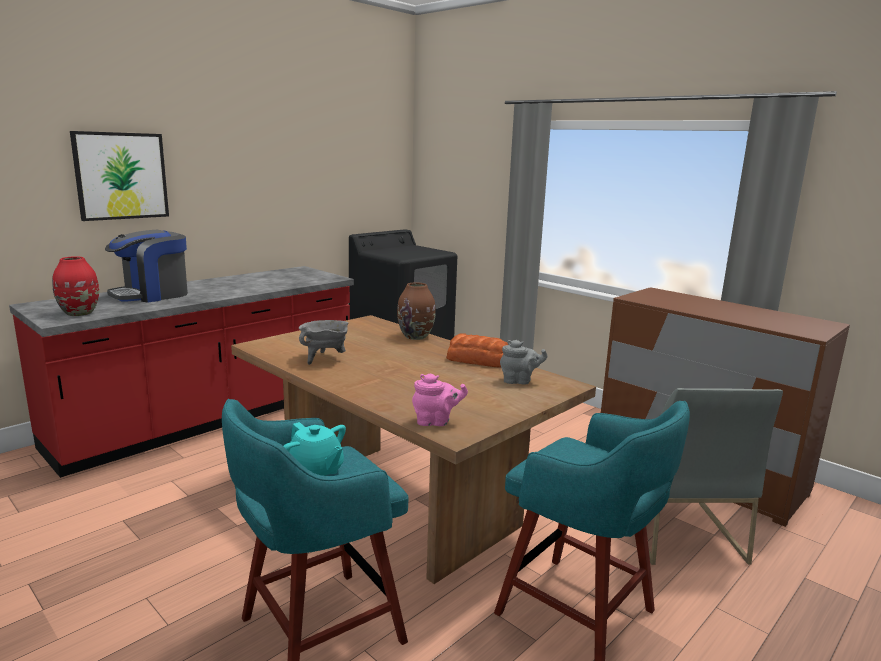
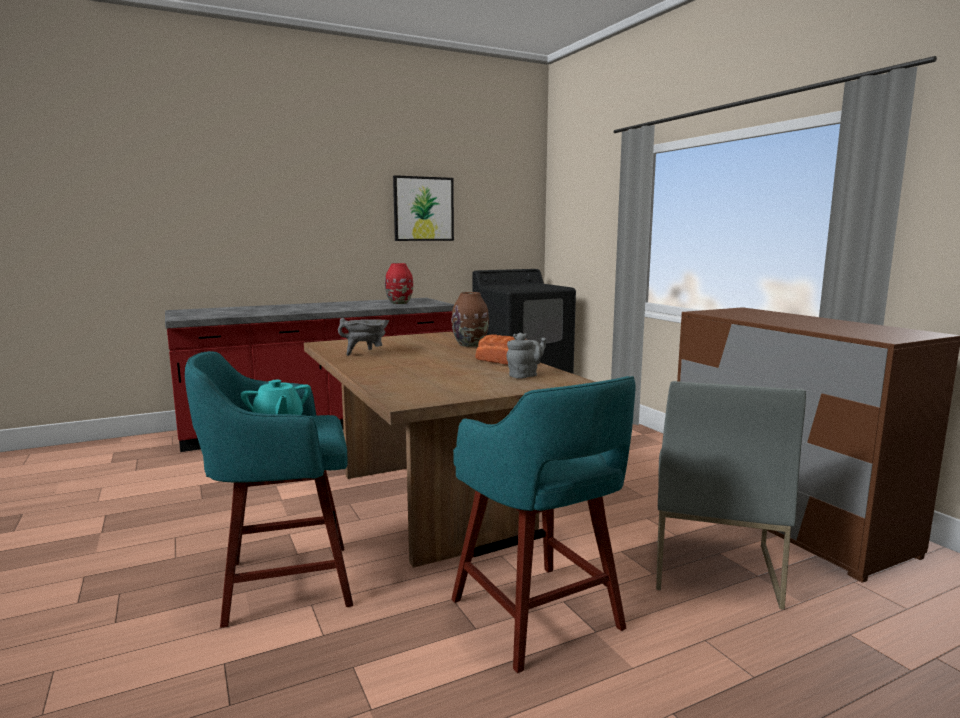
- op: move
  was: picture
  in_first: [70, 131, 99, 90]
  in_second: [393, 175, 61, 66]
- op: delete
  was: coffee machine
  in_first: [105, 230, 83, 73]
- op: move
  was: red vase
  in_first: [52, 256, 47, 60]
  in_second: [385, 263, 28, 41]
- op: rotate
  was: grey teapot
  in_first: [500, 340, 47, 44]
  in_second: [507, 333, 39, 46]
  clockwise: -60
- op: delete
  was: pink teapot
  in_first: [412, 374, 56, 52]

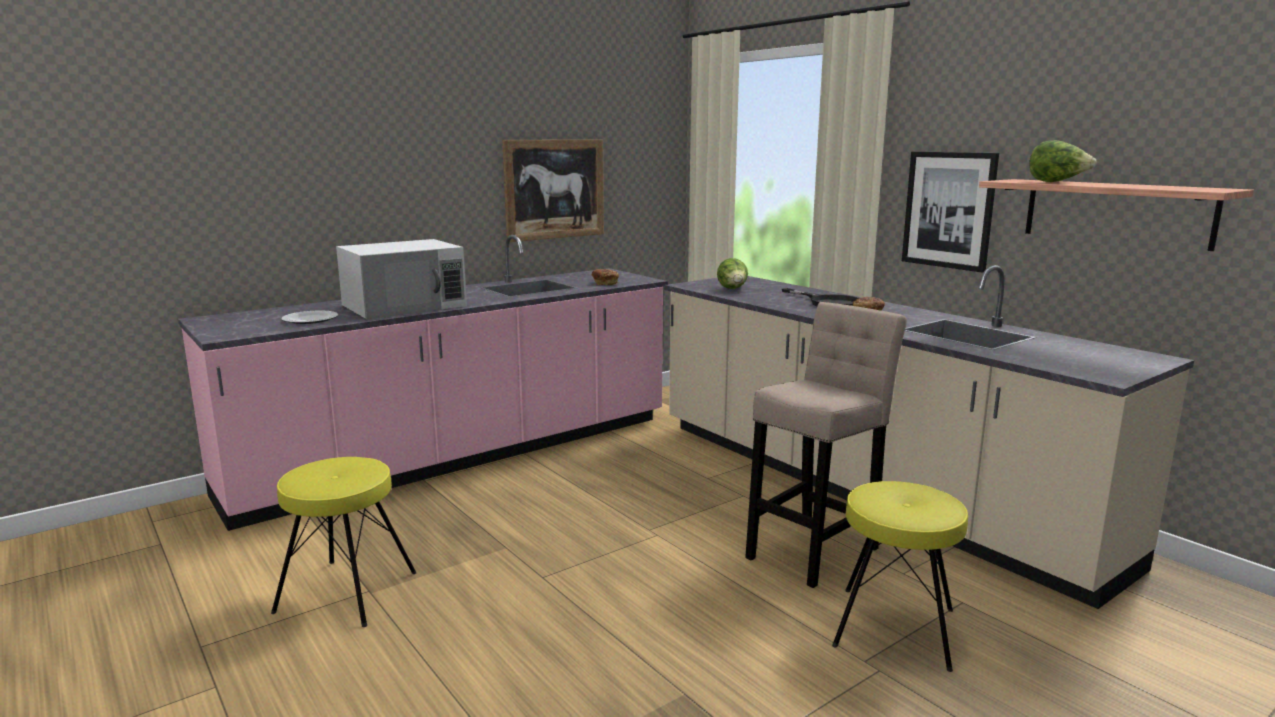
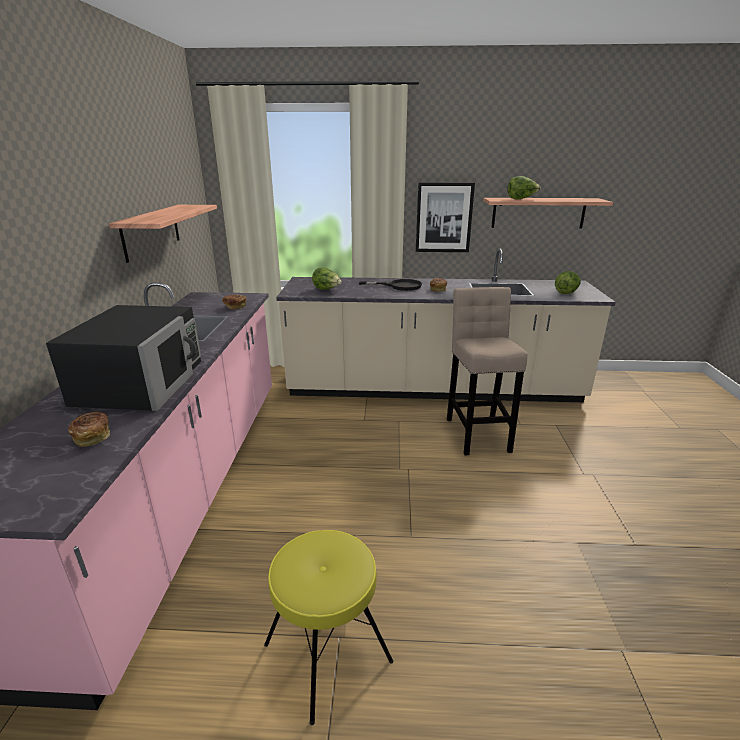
- op: replace
  was: picture
  now: shelf
  in_first: [502, 139, 102, 103]
  in_second: [109, 205, 108, 58]
- op: recolor
  was: white microwave
  now: black microwave
  in_first: [336, 239, 131, 81]
  in_second: [46, 305, 155, 106]
- op: replace
  was: plate
  now: bread
  in_first: [281, 311, 57, 13]
  in_second: [68, 412, 42, 35]
- op: delete
  was: yellow stool
  in_first: [832, 481, 136, 191]
- op: insert
  now: lettuce
  in_second: [555, 271, 26, 23]

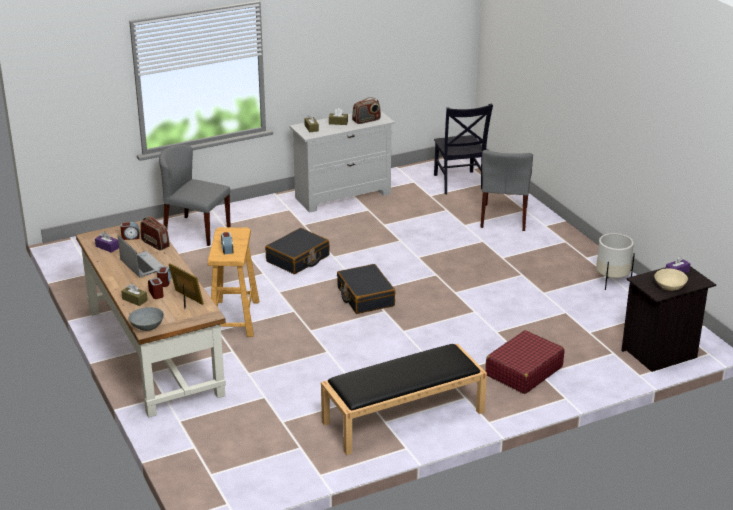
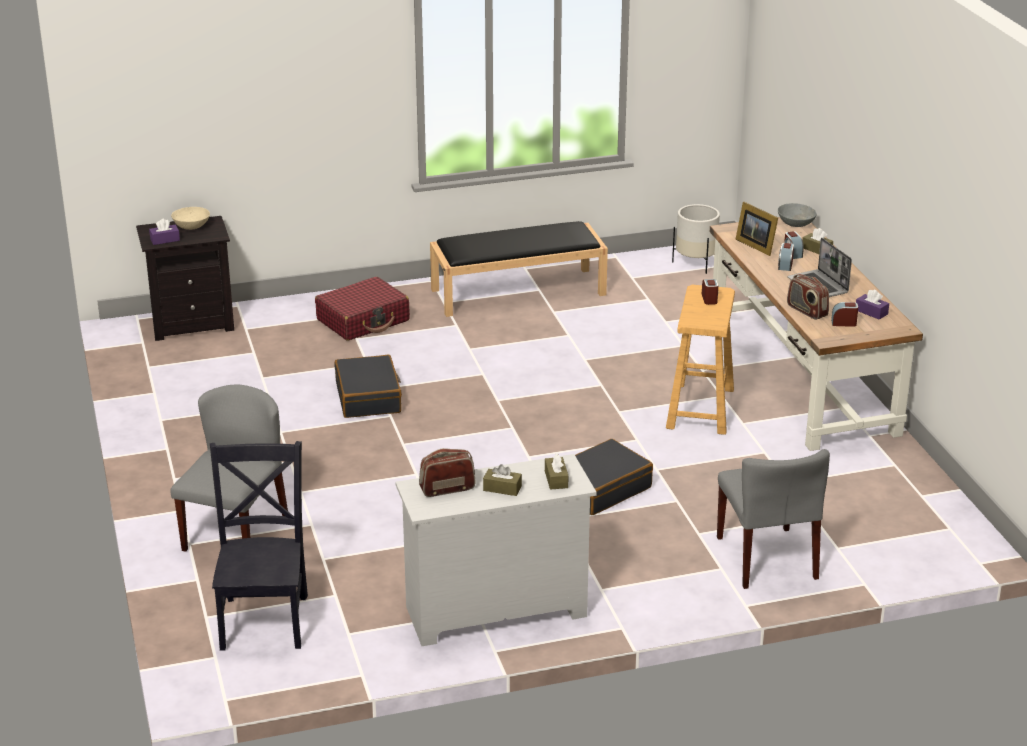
- op: rotate
  was: grey chair
  in_first: [159, 145, 71, 101]
  in_second: [717, 449, 113, 140]
  clockwise: 45
- op: move
  was: white planter
  in_first: [596, 233, 39, 57]
  in_second: [672, 204, 48, 70]
- op: move
  was: black suitcase
  in_first: [337, 264, 59, 50]
  in_second: [334, 355, 68, 63]

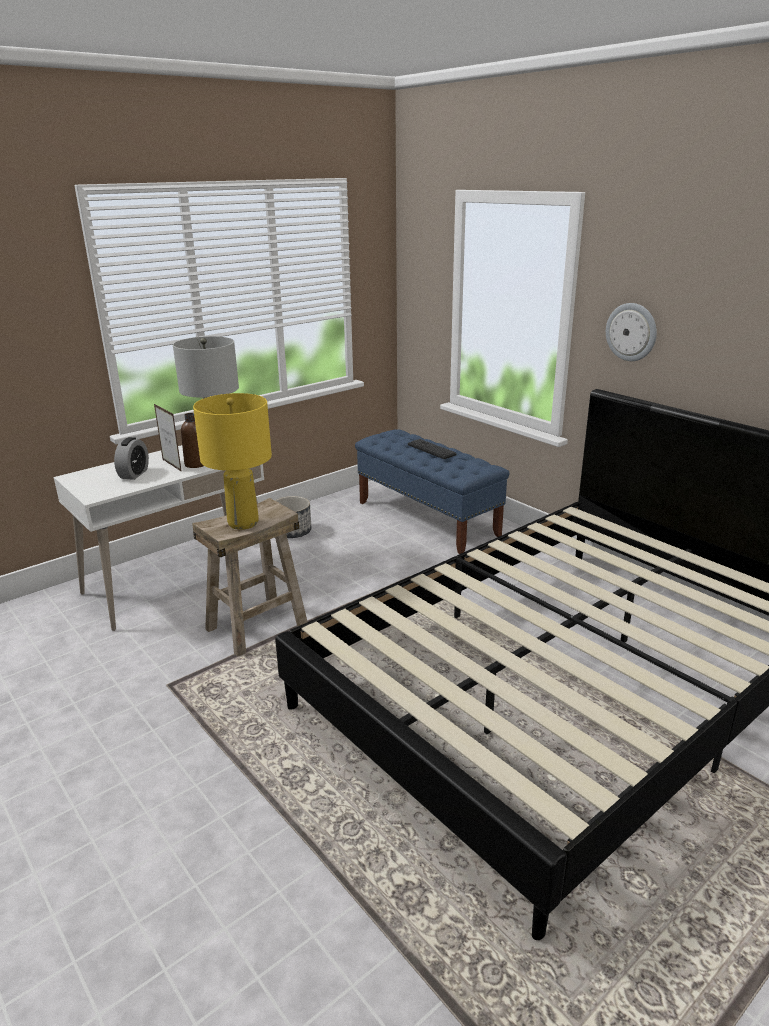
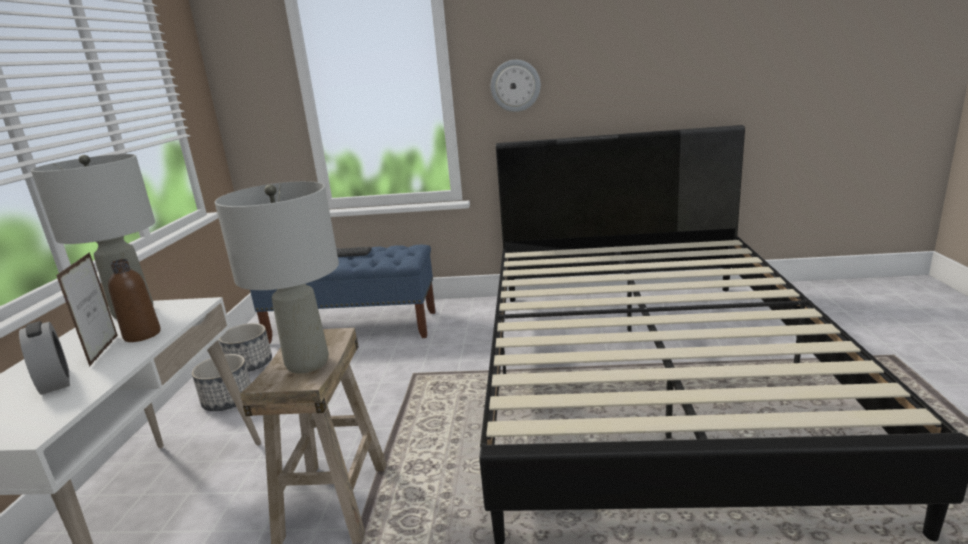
- op: recolor
  was: yellow table lamp
  now: grey table lamp
  in_first: [193, 393, 79, 137]
  in_second: [215, 181, 124, 192]
- op: rotate
  was: picture frame
  in_first: [154, 404, 28, 68]
  in_second: [56, 252, 62, 115]
  clockwise: -105
- op: insert
  now: planter
  in_second: [219, 323, 53, 49]

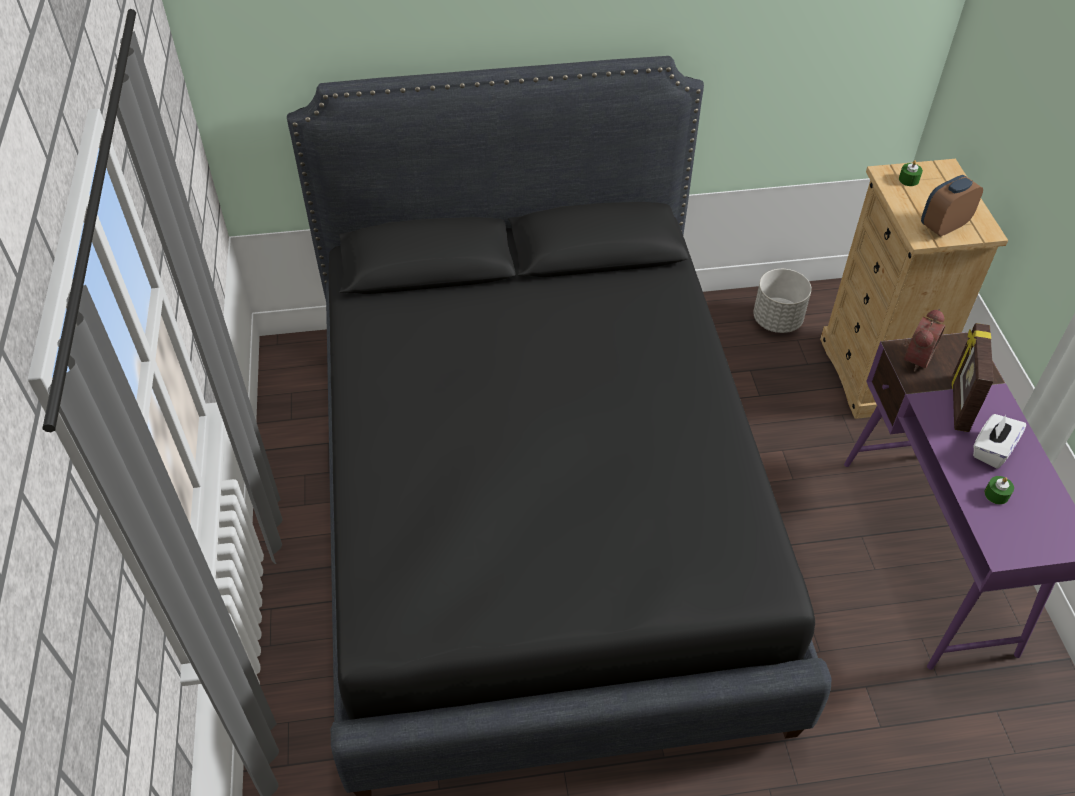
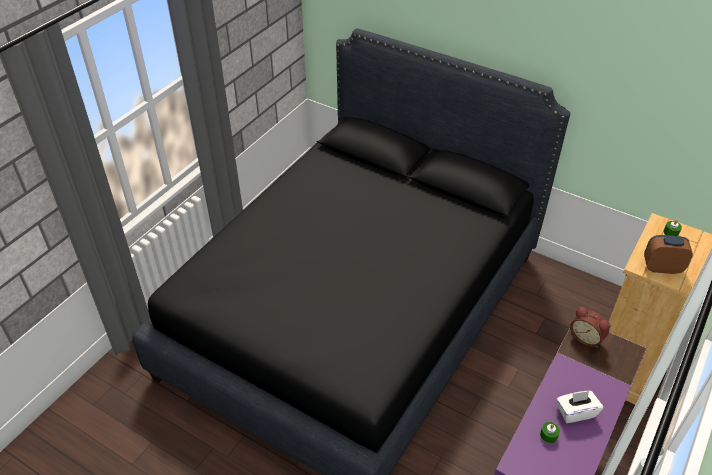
- op: delete
  was: grey planter
  in_first: [753, 269, 59, 64]
- op: rotate
  was: alarm clock
  in_first: [903, 309, 42, 63]
  in_second: [570, 307, 40, 41]
  clockwise: 60
- op: delete
  was: picture frame
  in_first: [952, 323, 42, 109]

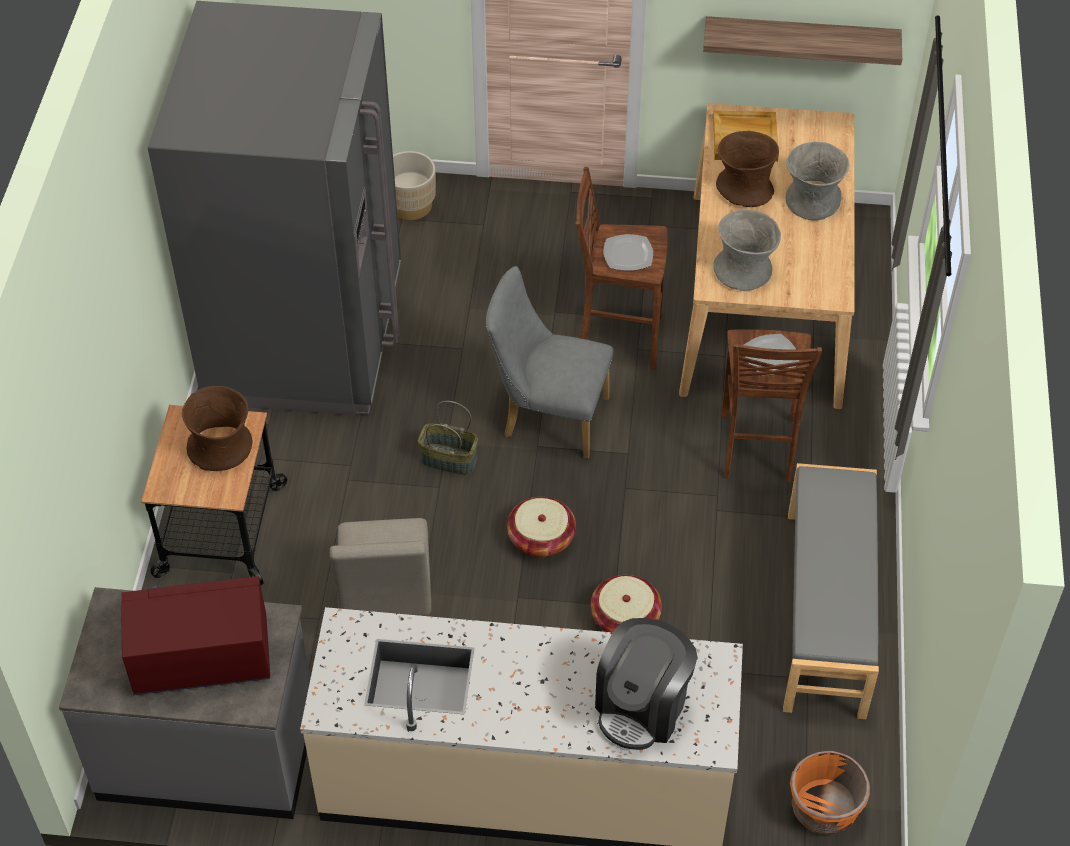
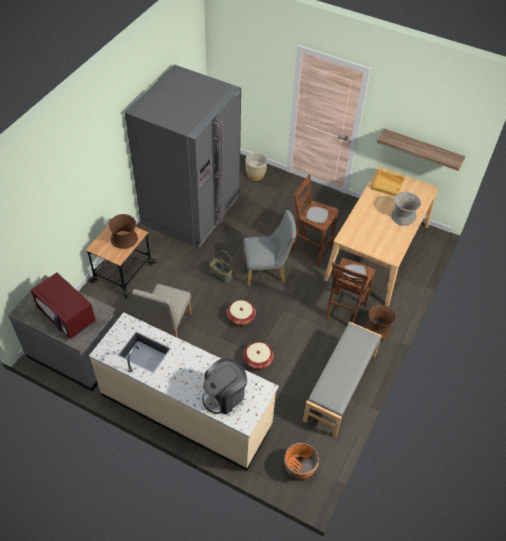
- op: move
  was: brown vase
  in_first: [716, 131, 63, 76]
  in_second: [366, 305, 30, 35]
- op: delete
  was: grey vase
  in_first: [713, 210, 68, 81]
- op: rotate
  was: grey chair
  in_first: [486, 266, 127, 192]
  in_second: [243, 210, 54, 76]
  clockwise: 135
- op: rotate
  was: red microwave
  in_first: [121, 576, 149, 119]
  in_second: [31, 272, 65, 67]
  clockwise: -150

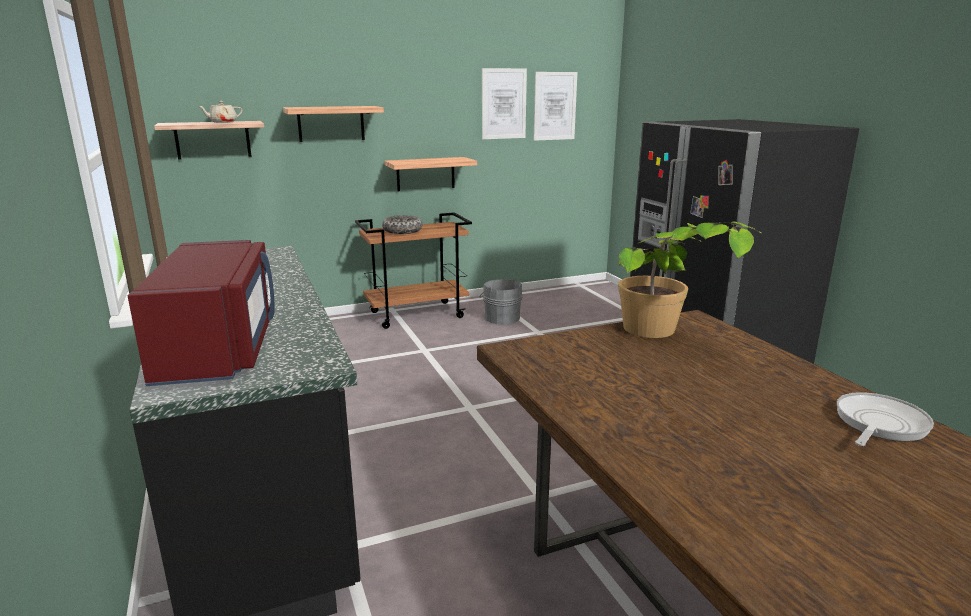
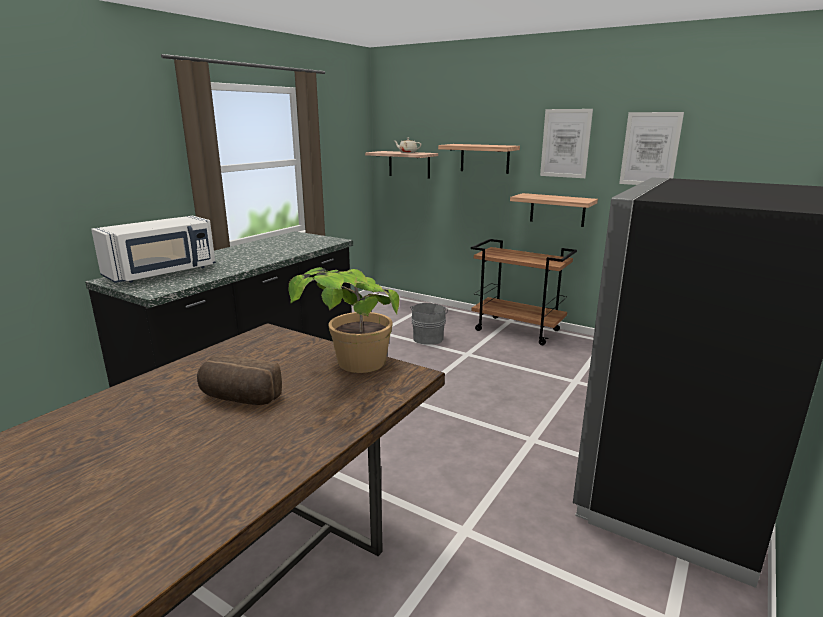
- op: move
  was: picture
  in_first: [534, 72, 43, 69]
  in_second: [540, 109, 53, 69]
- op: delete
  was: bowl
  in_first: [382, 215, 40, 19]
- op: recolor
  was: red microwave
  now: white microwave
  in_first: [128, 240, 147, 146]
  in_second: [91, 216, 125, 67]
- op: move
  was: grey bucket
  in_first: [480, 278, 43, 47]
  in_second: [410, 303, 38, 42]
- op: delete
  was: frying pan
  in_first: [837, 392, 97, 54]
- op: insert
  now: bread
  in_second: [197, 354, 85, 51]

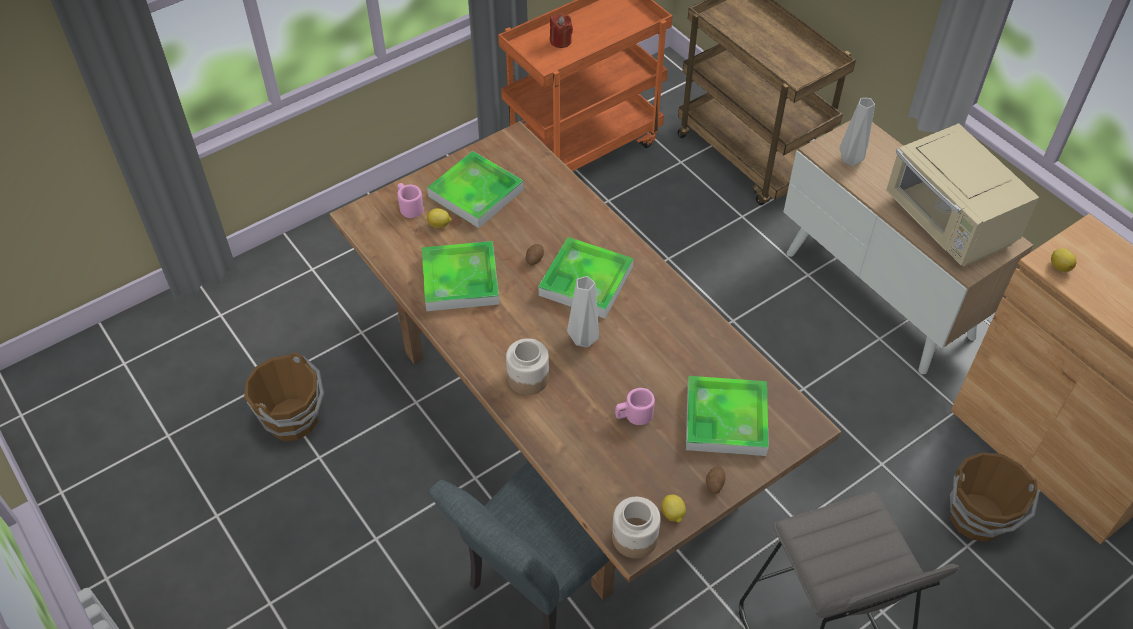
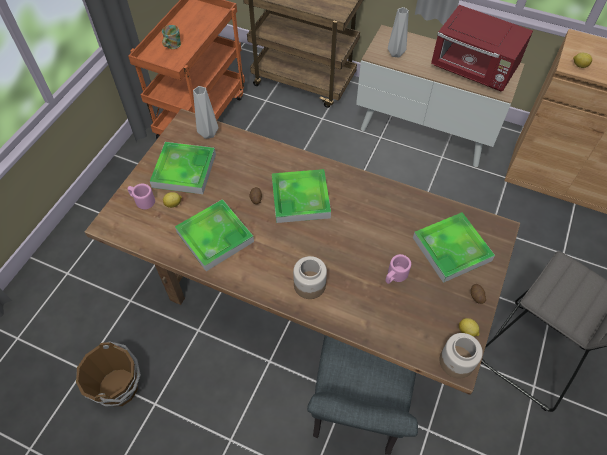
- op: replace
  was: red candle
  now: mug
  in_first: [550, 13, 23, 35]
  in_second: [162, 25, 19, 24]
- op: recolor
  was: beige microwave
  now: red microwave
  in_first: [886, 123, 153, 144]
  in_second: [431, 5, 102, 86]
- op: move
  was: grey vase
  in_first: [567, 276, 32, 71]
  in_second: [193, 86, 25, 53]
- op: delete
  was: brown bucket
  in_first: [950, 452, 89, 90]

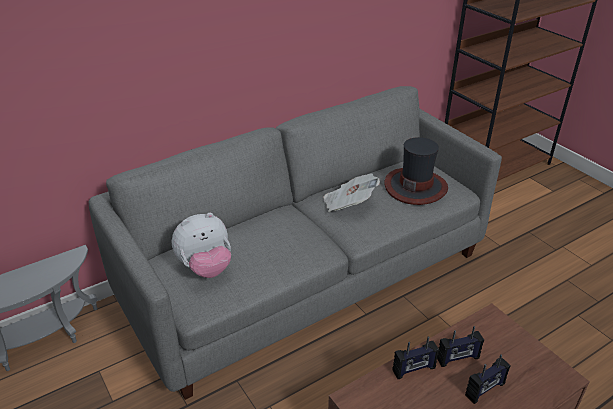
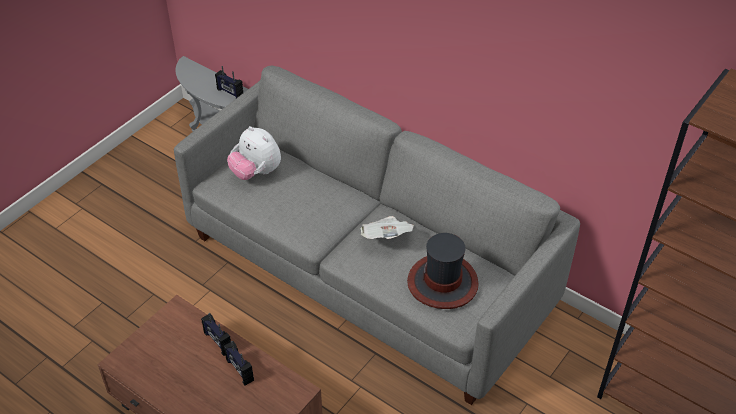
- op: move
  was: radio
  in_first: [465, 355, 45, 49]
  in_second: [215, 66, 28, 32]

